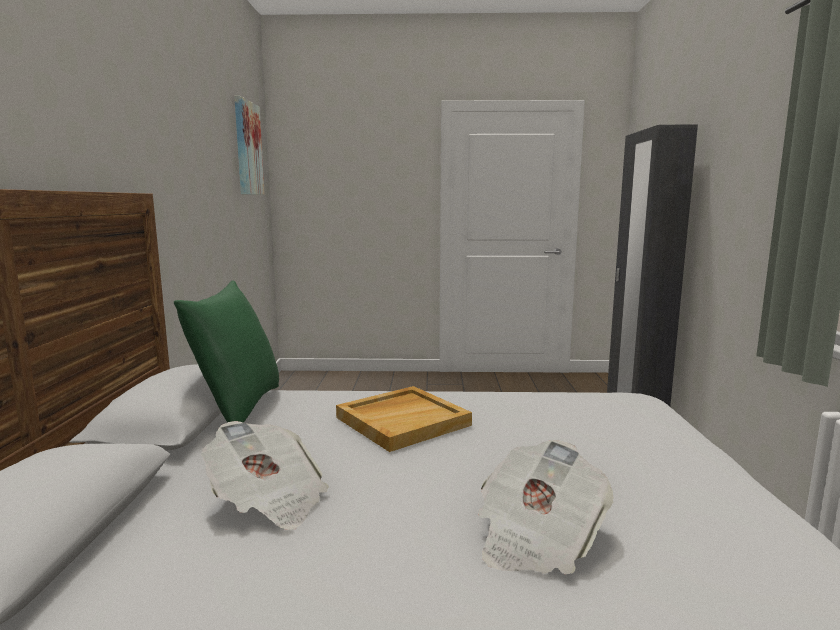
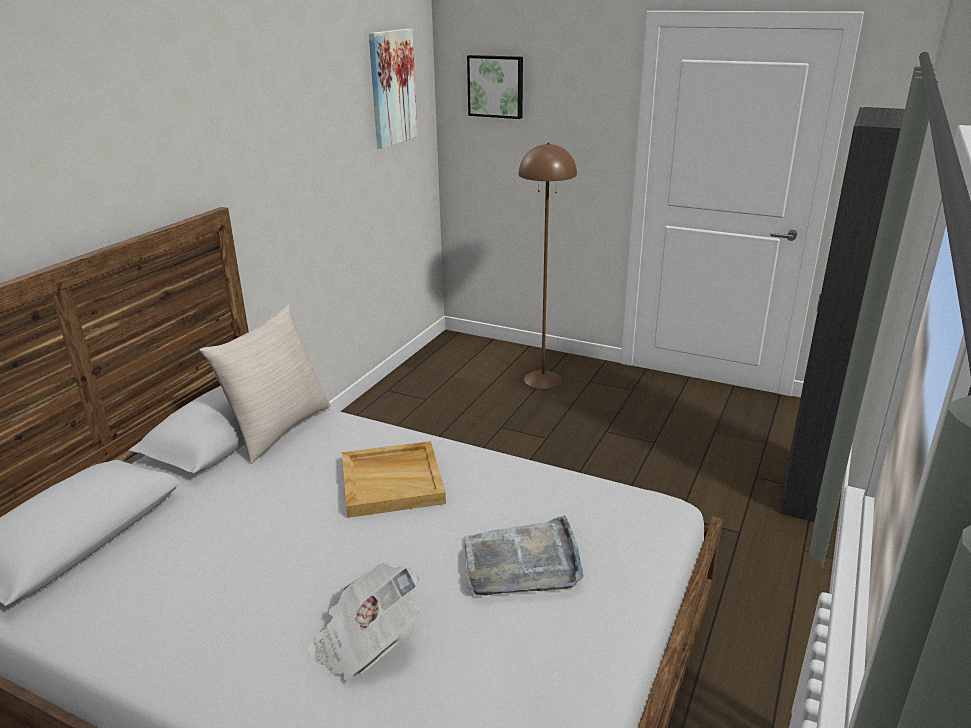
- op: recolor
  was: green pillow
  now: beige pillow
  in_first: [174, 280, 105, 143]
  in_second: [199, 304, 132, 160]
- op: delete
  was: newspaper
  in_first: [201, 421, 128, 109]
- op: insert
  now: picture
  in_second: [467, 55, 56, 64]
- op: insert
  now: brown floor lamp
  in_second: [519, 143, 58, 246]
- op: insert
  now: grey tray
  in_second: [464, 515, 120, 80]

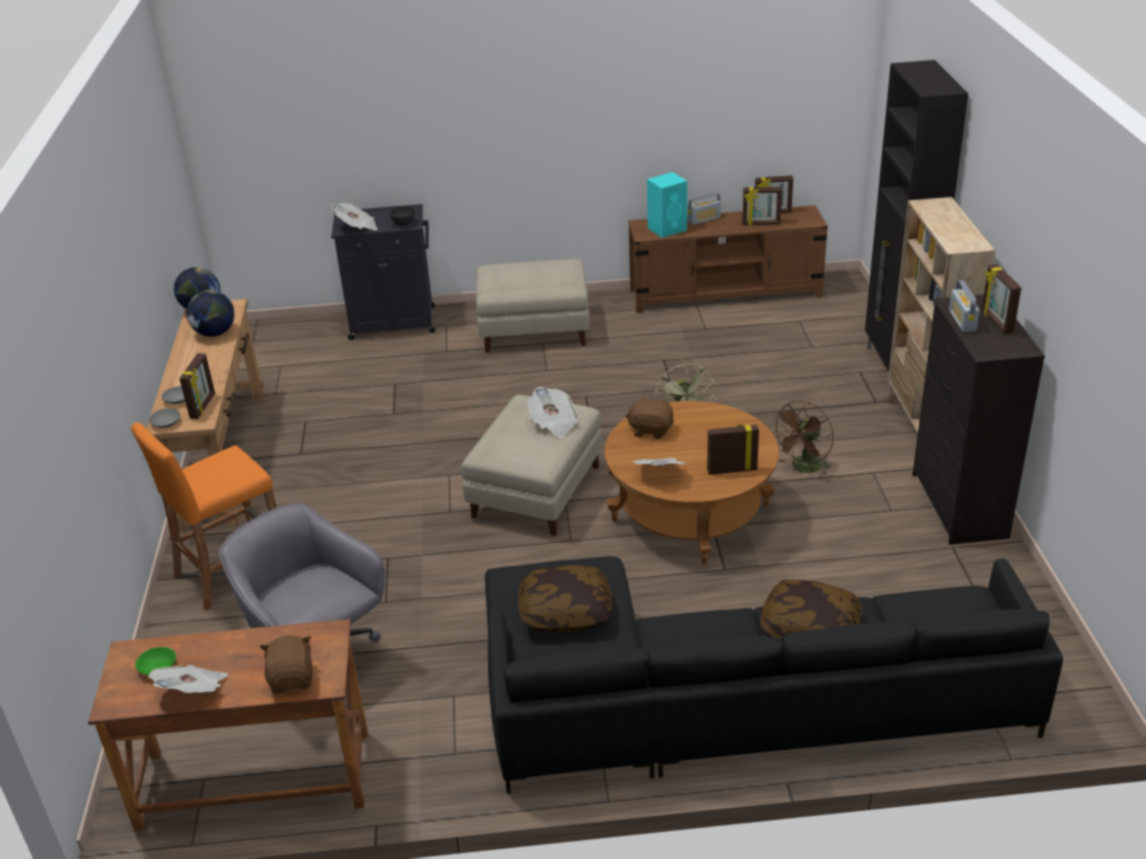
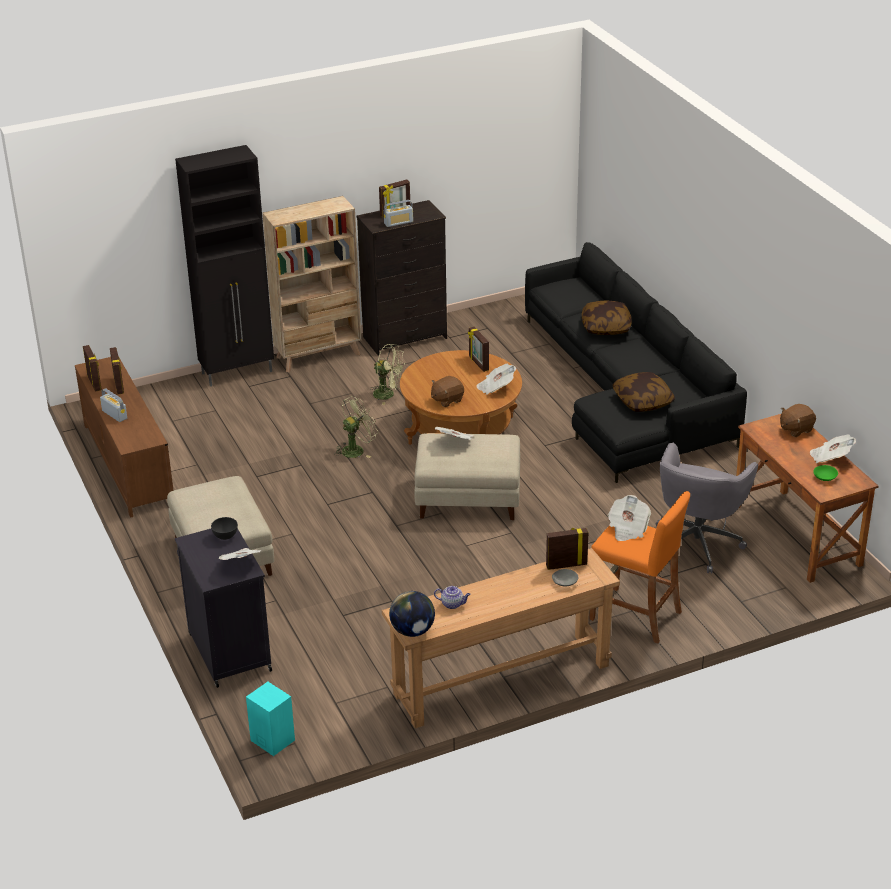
- op: move
  was: turquoise speaker
  in_first: [647, 172, 40, 66]
  in_second: [246, 682, 49, 74]
- op: replace
  was: globe
  now: teapot
  in_first: [187, 290, 48, 47]
  in_second: [434, 586, 37, 23]
- op: rotate
  was: brown plush toy
  in_first: [625, 396, 49, 43]
  in_second: [431, 376, 33, 31]
  clockwise: 60
- op: recolor
  was: brown fan
  now: green fan
  in_first: [773, 400, 61, 75]
  in_second: [371, 344, 34, 61]
- op: delete
  was: grey bowl
  in_first: [149, 408, 31, 20]
- op: insert
  now: newspaper
  in_second: [608, 495, 43, 46]

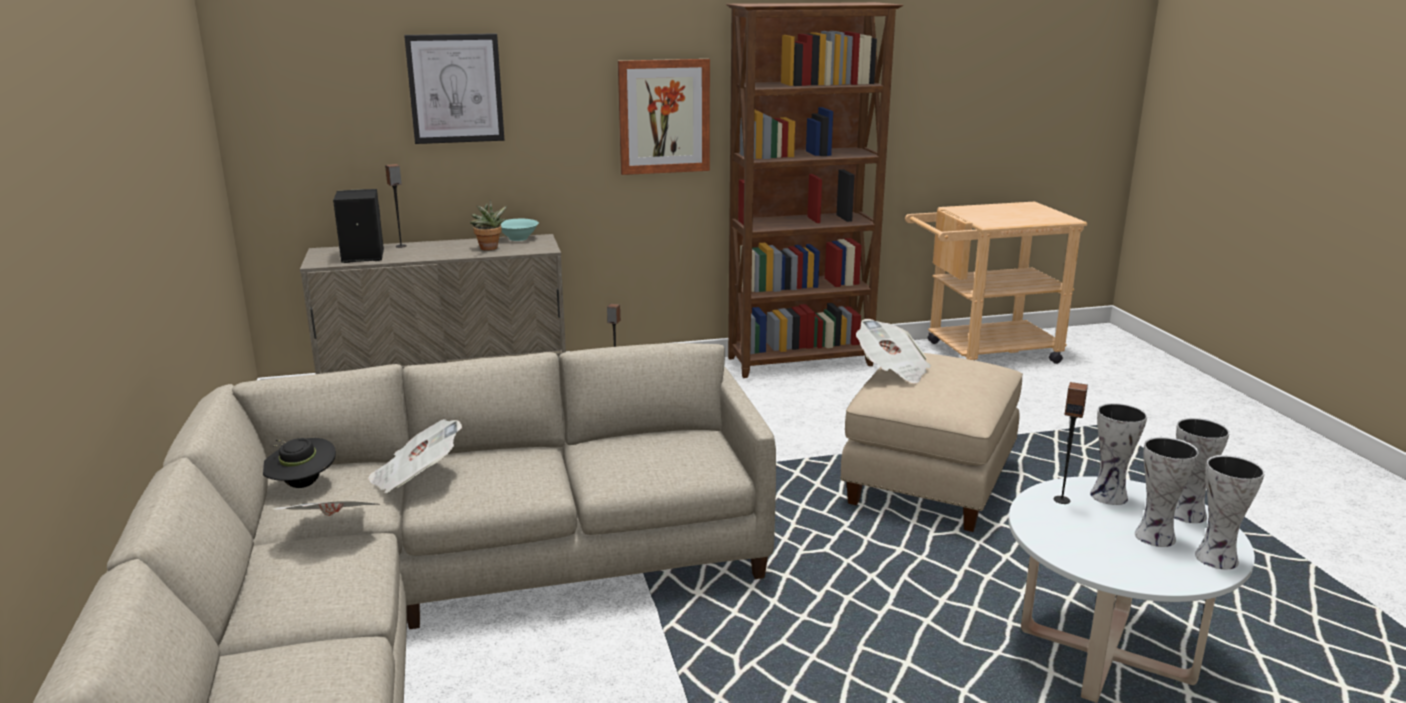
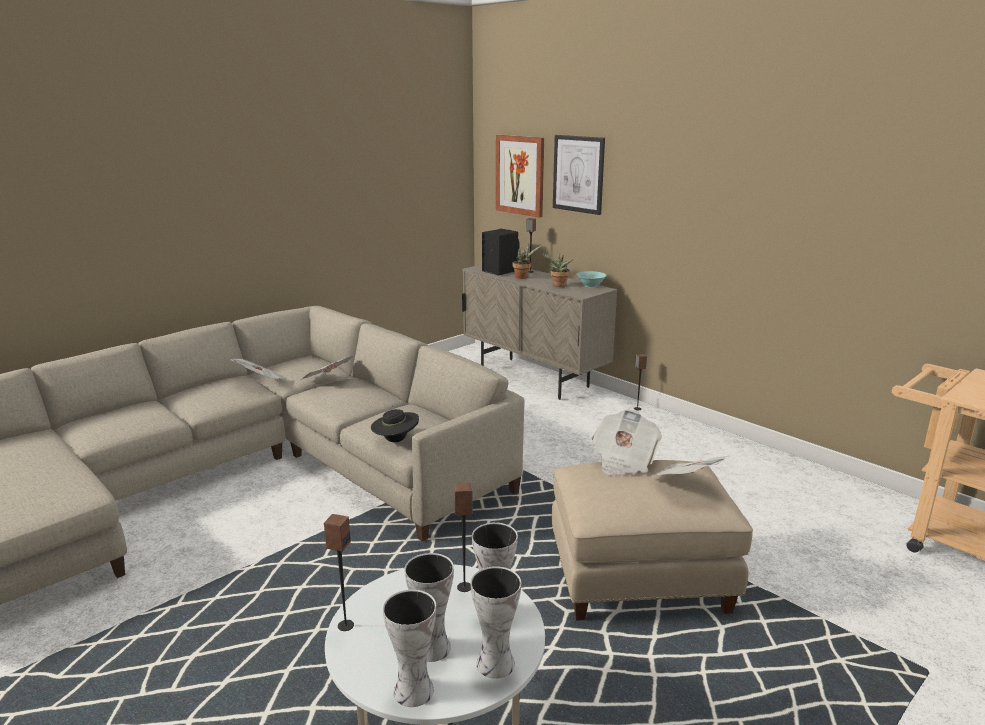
- op: delete
  was: brown bookcase
  in_first: [726, 2, 177, 376]
- op: move
  was: picture
  in_first: [618, 59, 92, 116]
  in_second: [496, 135, 48, 83]
- op: move
  was: black hat
  in_first: [263, 438, 73, 50]
  in_second: [371, 406, 48, 36]
- op: insert
  now: potted plant
  in_second: [513, 243, 29, 36]
- op: insert
  now: newspaper
  in_second: [652, 456, 75, 20]
- op: insert
  now: speaker
  in_second: [324, 514, 30, 117]

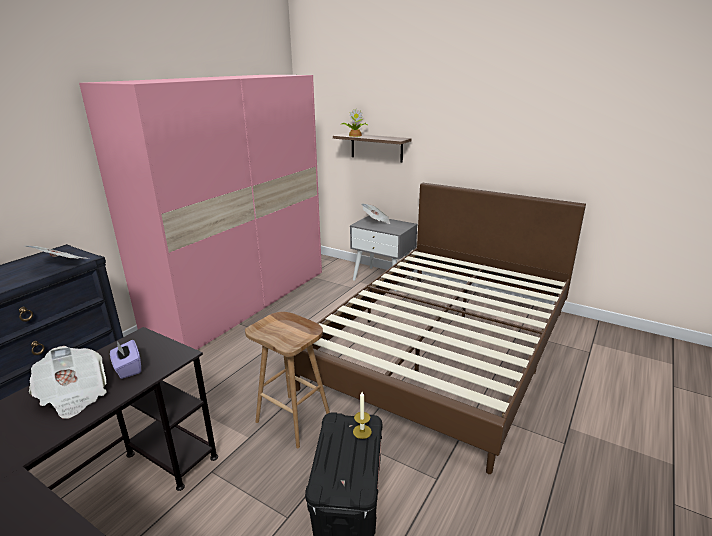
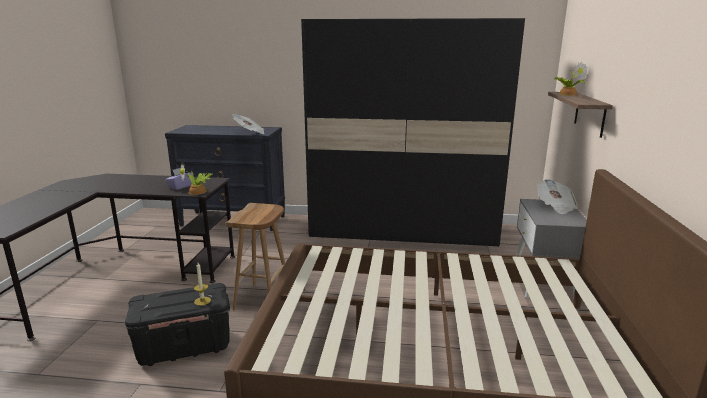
- op: recolor
  was: pink wardrobe
  now: black wardrobe
  in_first: [79, 75, 243, 275]
  in_second: [301, 18, 224, 229]
- op: delete
  was: newspaper
  in_first: [29, 346, 78, 73]
- op: insert
  now: potted plant
  in_second: [180, 165, 33, 30]

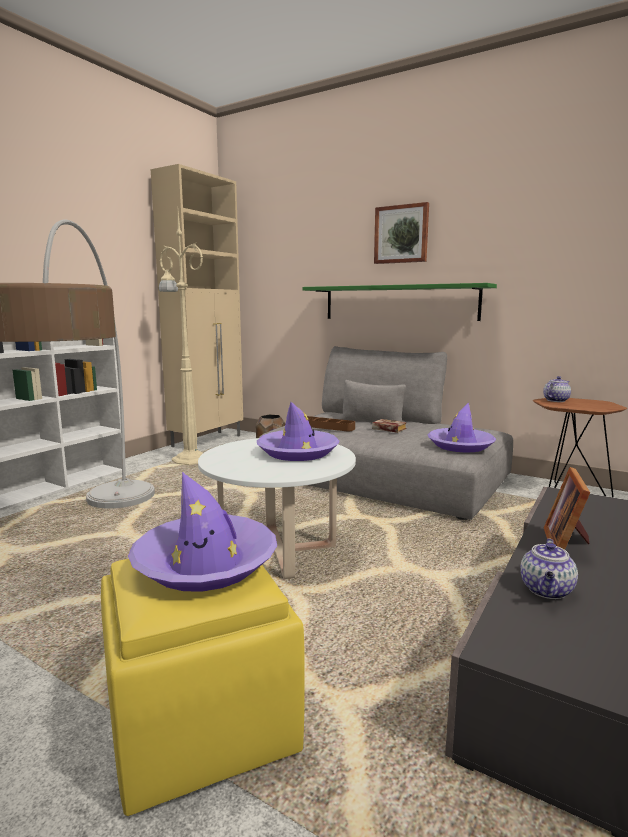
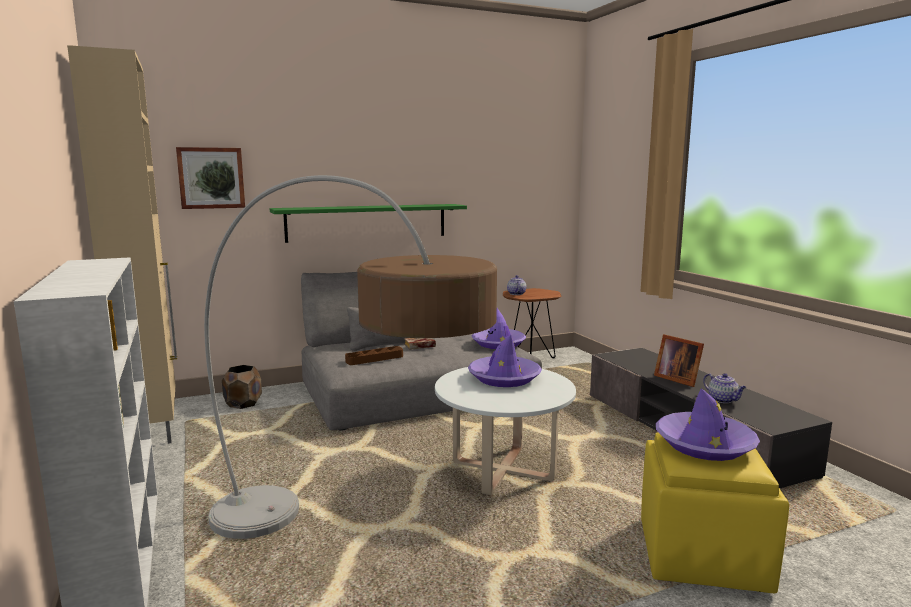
- op: move
  was: picture
  in_first: [374, 202, 55, 62]
  in_second: [176, 147, 69, 62]
- op: delete
  was: beige floor lamp
  in_first: [159, 212, 44, 253]

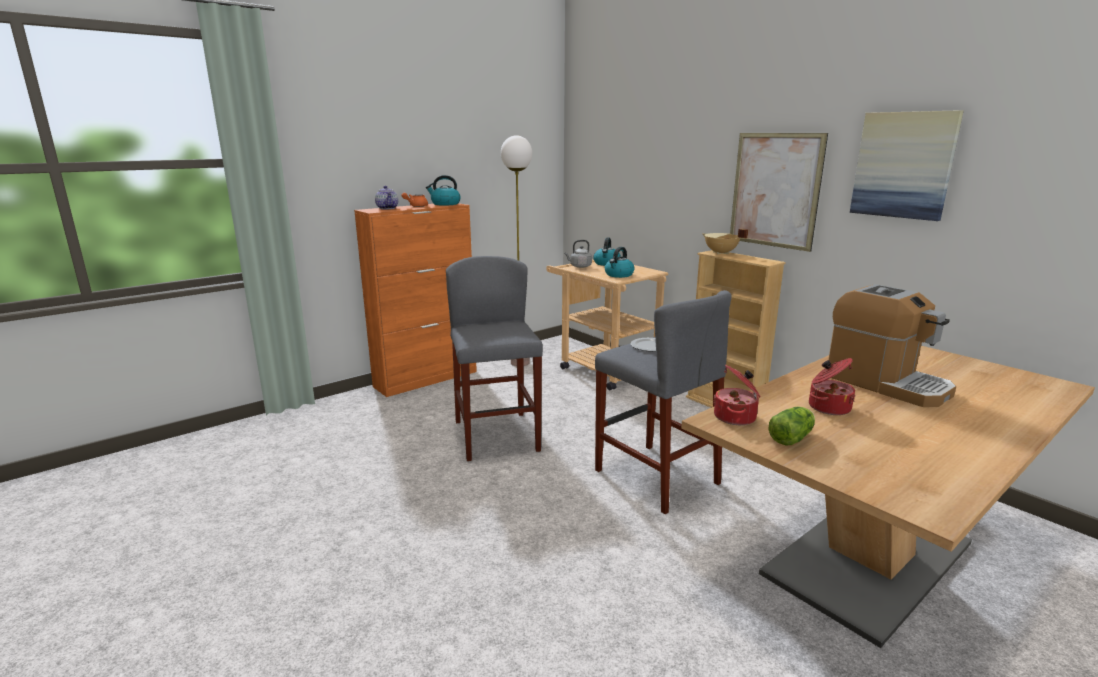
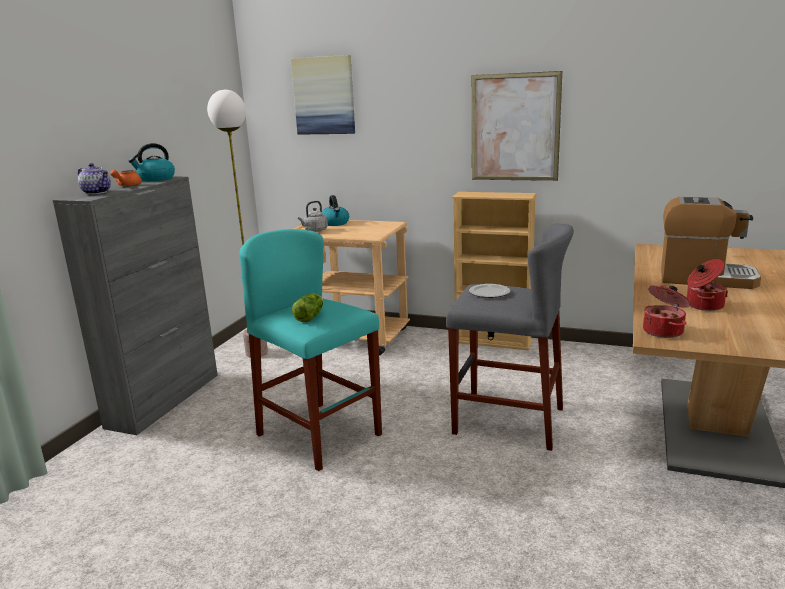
- op: move
  was: picture
  in_first: [850, 110, 114, 111]
  in_second: [291, 55, 64, 80]
- op: recolor
  was: orange cabinet
  now: grey cabinet
  in_first: [354, 203, 123, 194]
  in_second: [53, 177, 165, 258]
- op: delete
  was: beige cooking pot
  in_first: [702, 229, 46, 25]
- op: delete
  was: kettle
  in_first: [605, 247, 29, 31]
- op: recolor
  was: grey stool
  now: turquoise stool
  in_first: [446, 256, 97, 205]
  in_second: [239, 229, 143, 242]
- op: move
  was: lettuce
  in_first: [769, 407, 46, 38]
  in_second: [292, 293, 31, 29]

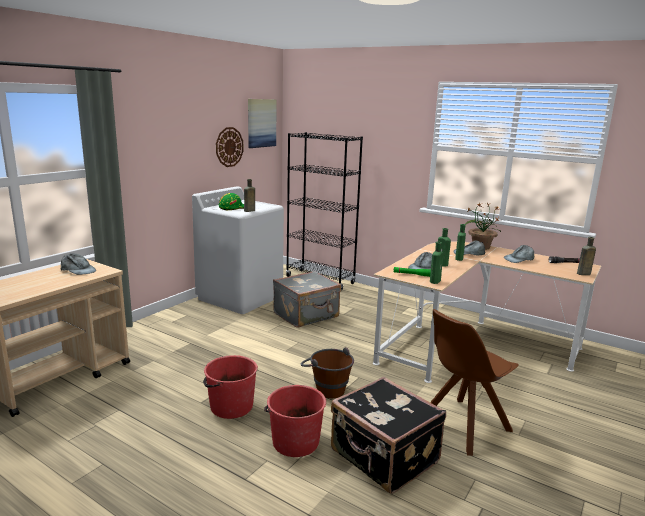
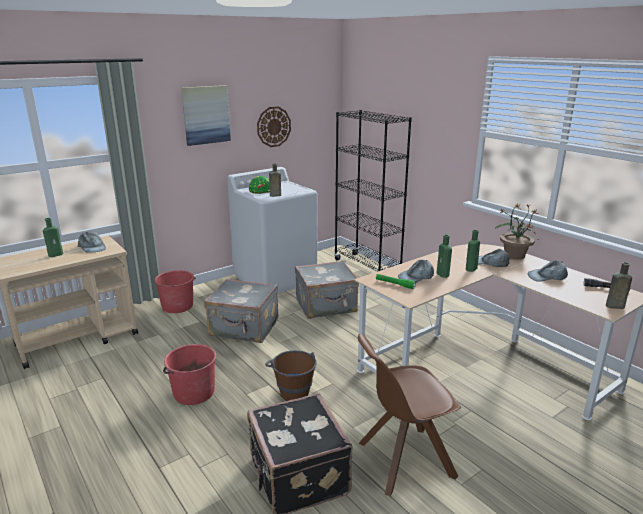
- op: move
  was: picture
  in_first: [248, 99, 28, 49]
  in_second: [181, 85, 50, 61]
- op: move
  was: green bottle
  in_first: [430, 242, 13, 42]
  in_second: [43, 218, 20, 39]
- op: move
  was: red bucket
  in_first: [264, 385, 62, 72]
  in_second: [154, 270, 42, 43]
- op: insert
  now: grey suitcase
  in_second: [204, 279, 74, 64]

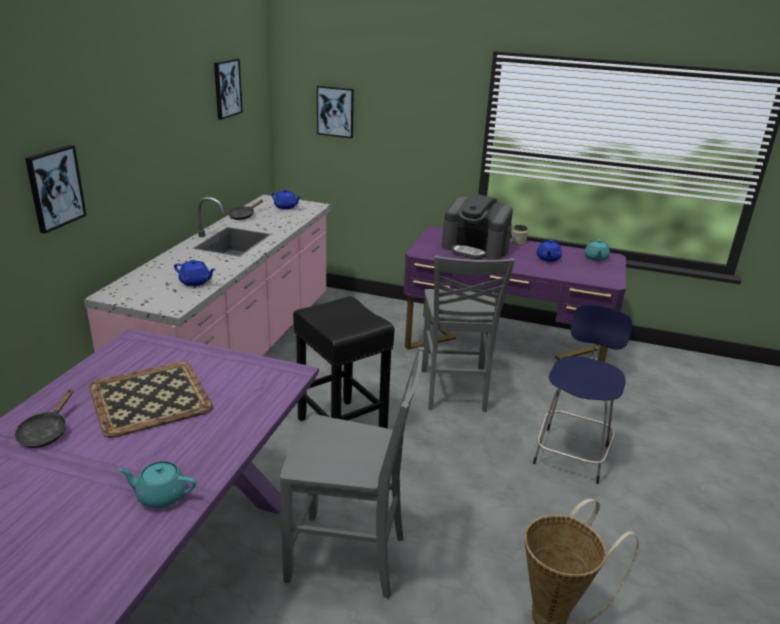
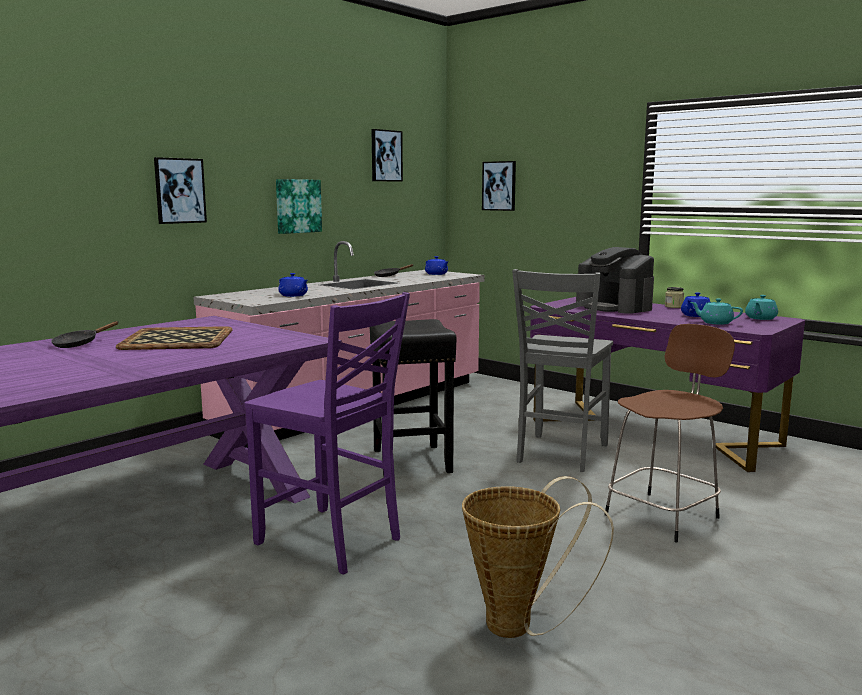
- op: recolor
  was: blue stool
  now: brown stool
  in_first: [533, 305, 99, 179]
  in_second: [605, 324, 130, 219]
- op: recolor
  was: grey chair
  now: purple chair
  in_first: [280, 347, 144, 252]
  in_second: [245, 292, 165, 282]
- op: move
  was: turquoise teapot
  in_first: [118, 461, 78, 47]
  in_second: [691, 299, 52, 26]
- op: insert
  now: picture
  in_second: [276, 179, 46, 55]

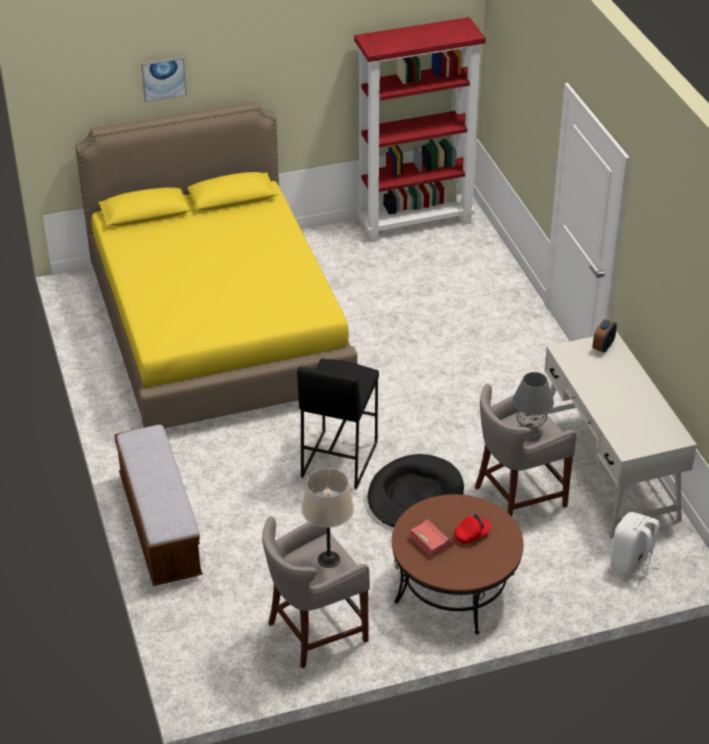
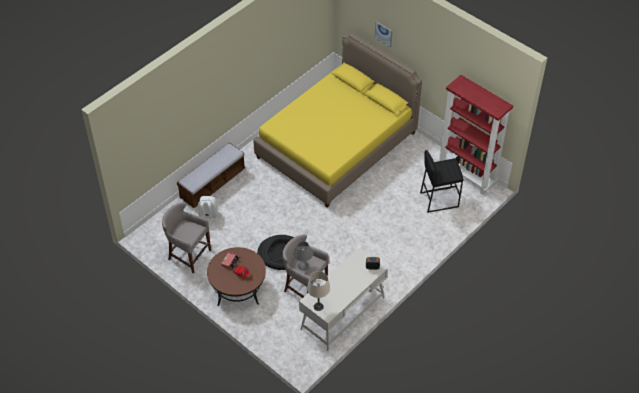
- op: move
  was: black stool
  in_first: [297, 358, 82, 132]
  in_second: [420, 150, 44, 63]
- op: move
  was: beige table lamp
  in_first: [302, 468, 52, 100]
  in_second: [307, 271, 23, 40]
- op: move
  was: white backpack
  in_first: [610, 512, 50, 68]
  in_second: [198, 196, 20, 29]

